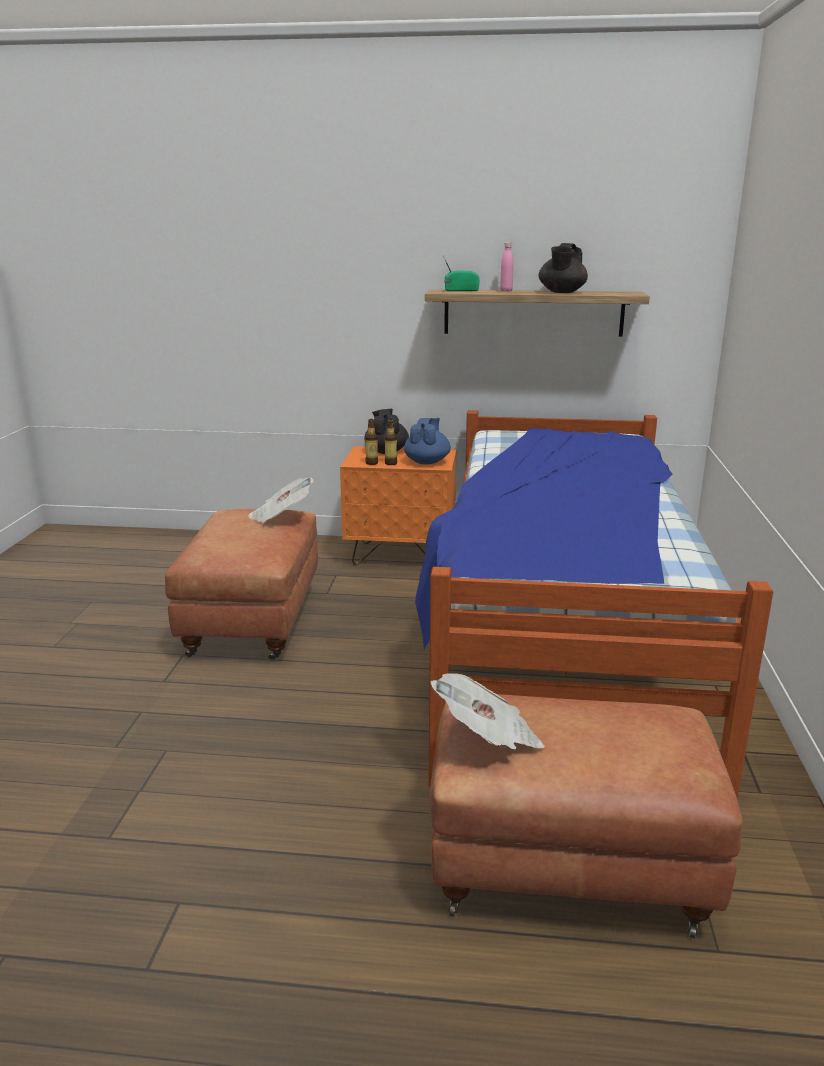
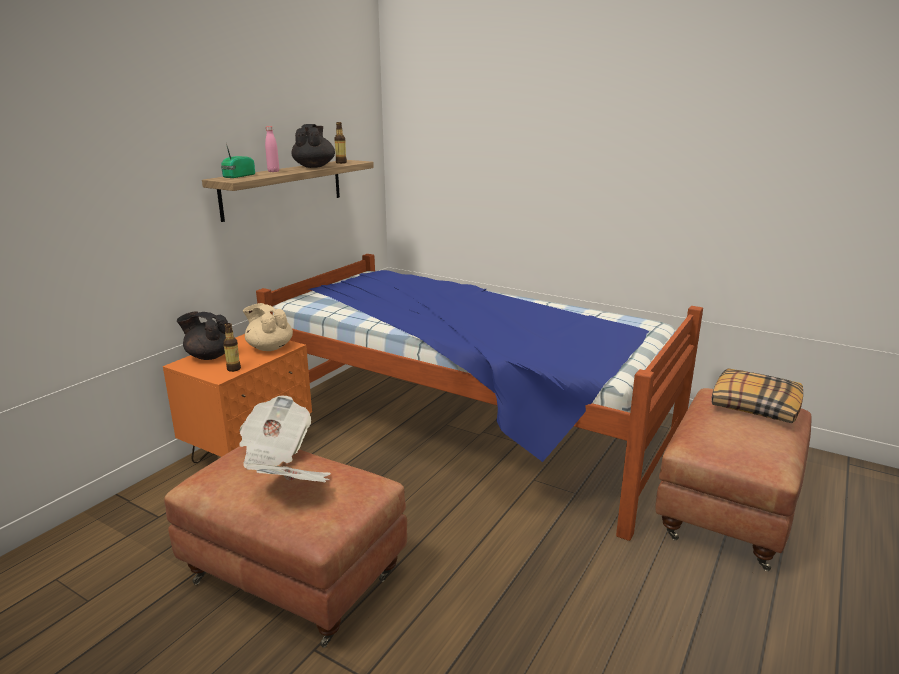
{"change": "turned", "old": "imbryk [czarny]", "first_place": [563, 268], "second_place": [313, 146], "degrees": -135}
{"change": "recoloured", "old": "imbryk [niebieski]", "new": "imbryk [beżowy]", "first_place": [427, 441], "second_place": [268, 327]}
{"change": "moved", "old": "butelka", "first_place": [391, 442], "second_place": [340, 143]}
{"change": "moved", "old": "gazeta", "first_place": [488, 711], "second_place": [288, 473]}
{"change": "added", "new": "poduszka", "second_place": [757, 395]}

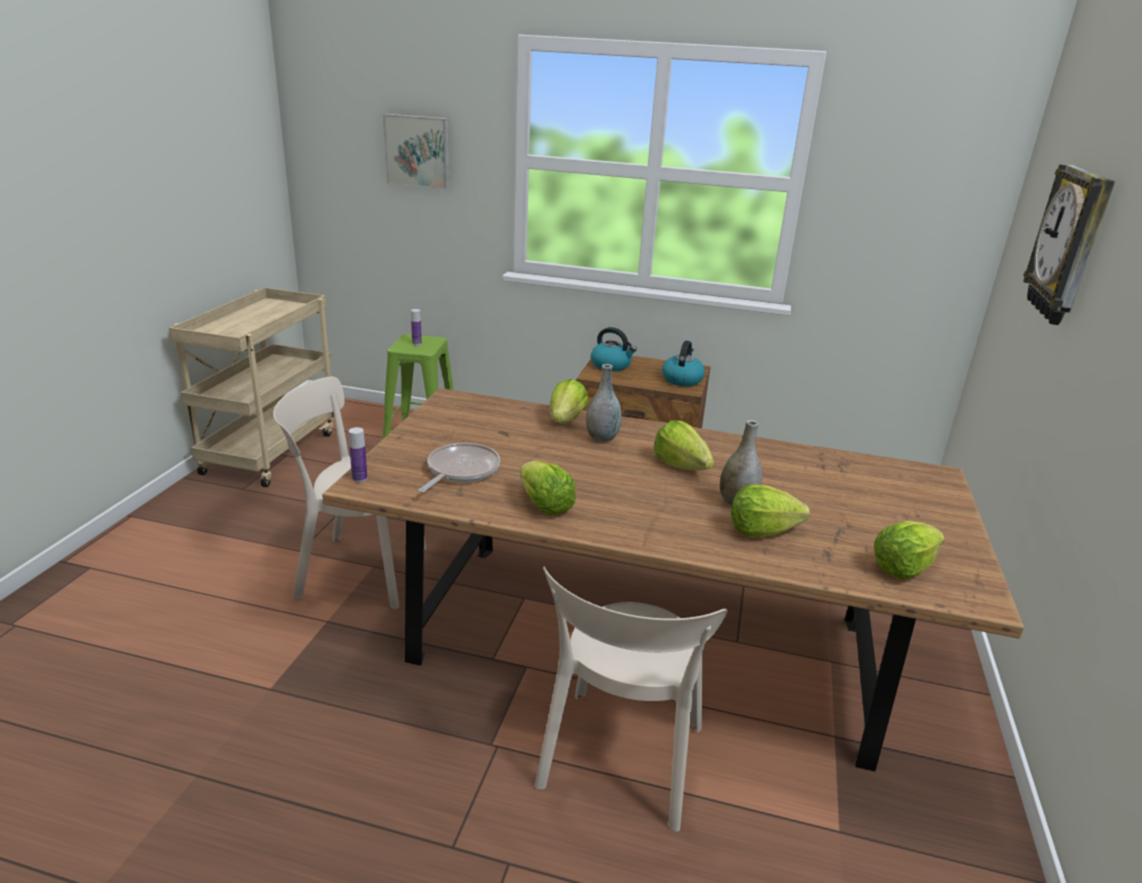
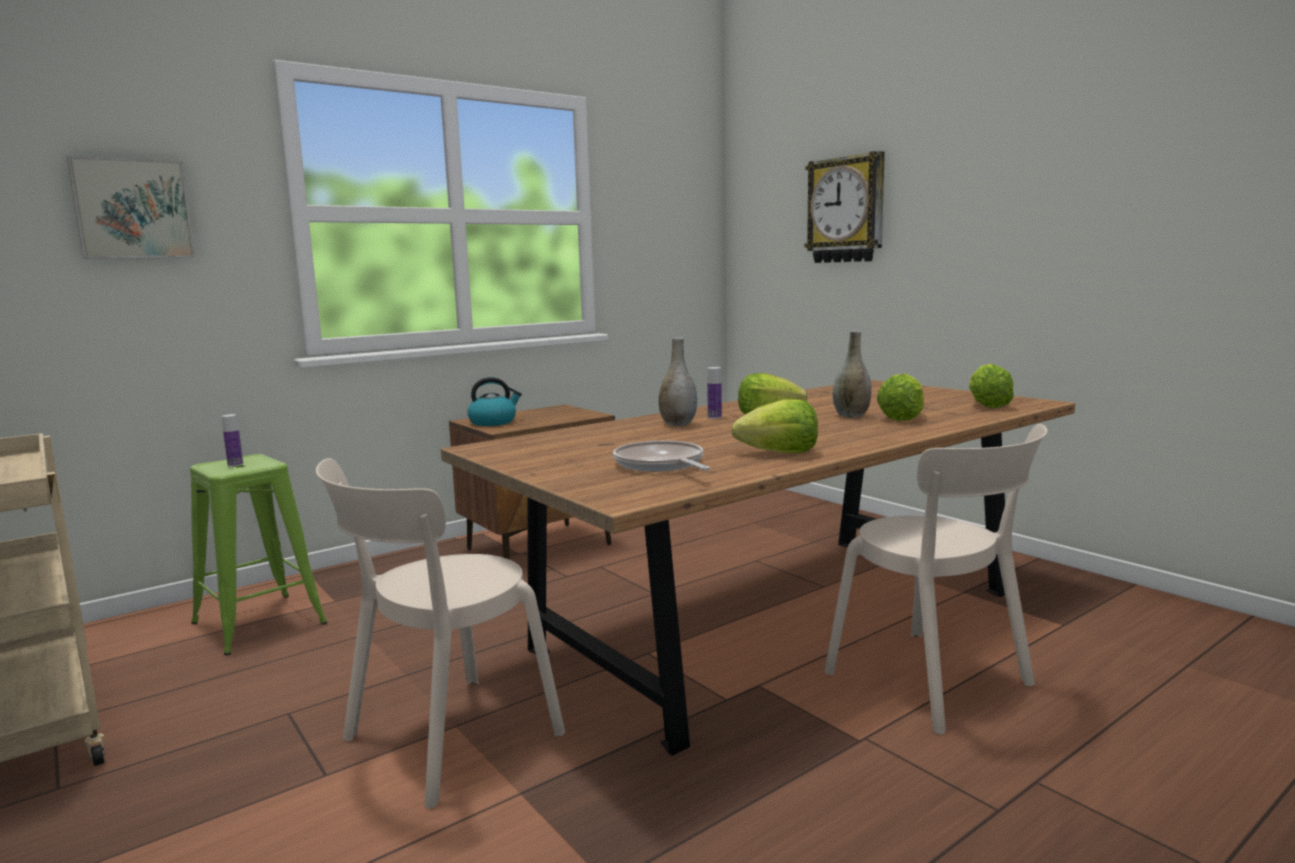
{"change": "removed", "old": "czajnik", "first_place": [683, 363]}
{"change": "removed", "old": "sałata", "first_place": [569, 401]}
{"change": "moved", "old": "butelka", "first_place": [358, 454], "second_place": [714, 393]}

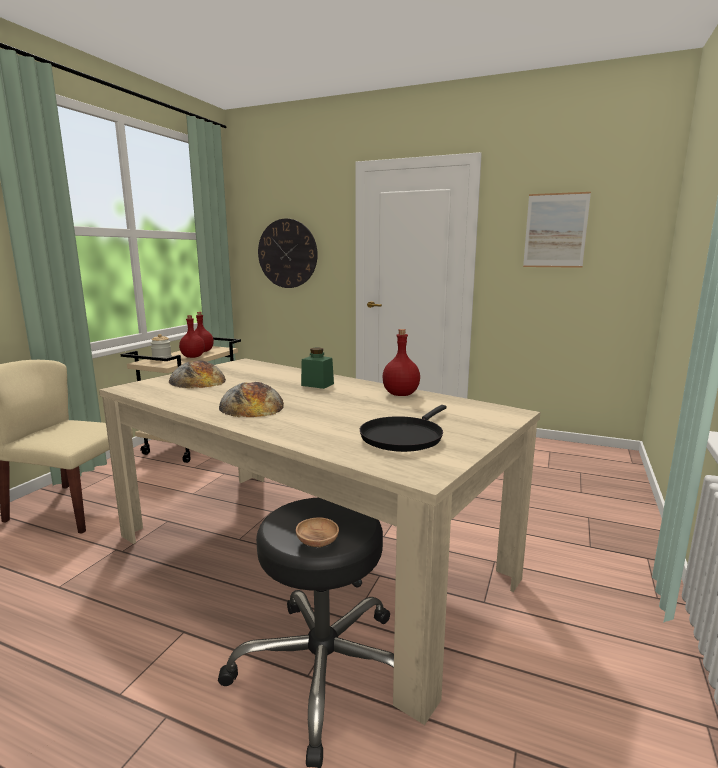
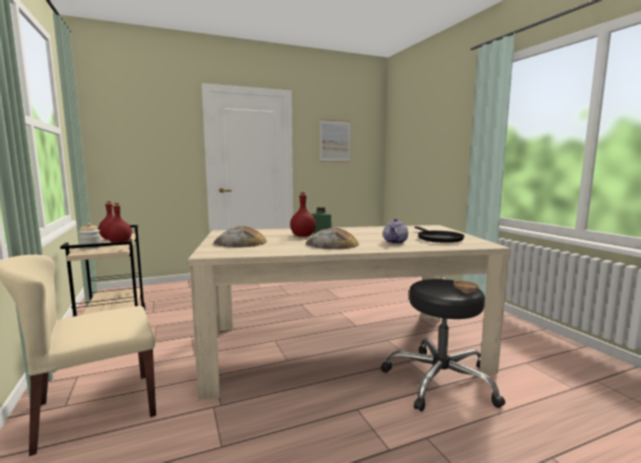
{"change": "removed", "old": "zegar ścienny", "first_place": [288, 253]}
{"change": "moved", "old": "butelka [czerwony]", "first_place": [401, 362], "second_place": [303, 214]}
{"change": "added", "new": "imbryk", "second_place": [395, 231]}

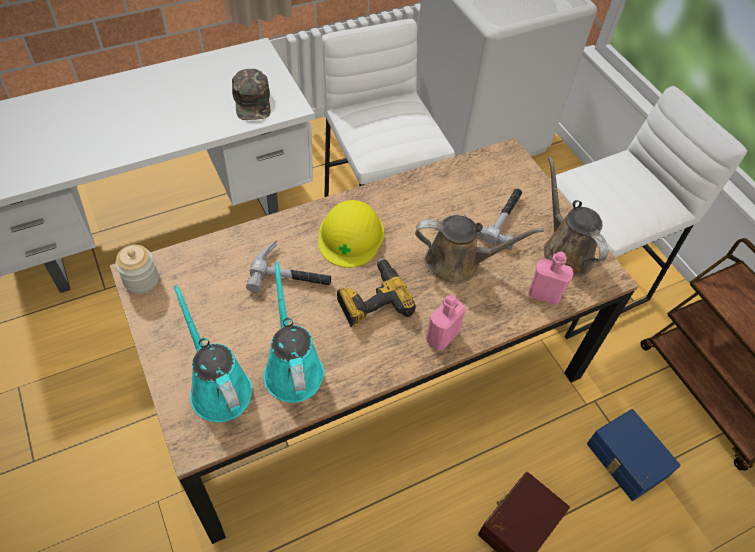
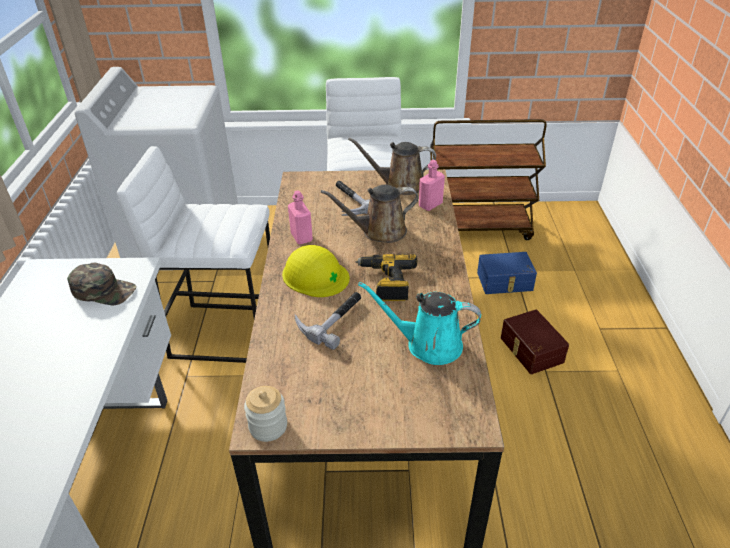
{"change": "turned", "old": "konewka [brązowy]", "first_place": [479, 249], "second_place": [369, 214], "degrees": -135}
{"change": "removed", "old": "konewka [turkusowy]", "first_place": [212, 353]}
{"change": "moved", "old": "butelka [różowy]", "first_place": [445, 323], "second_place": [300, 217]}

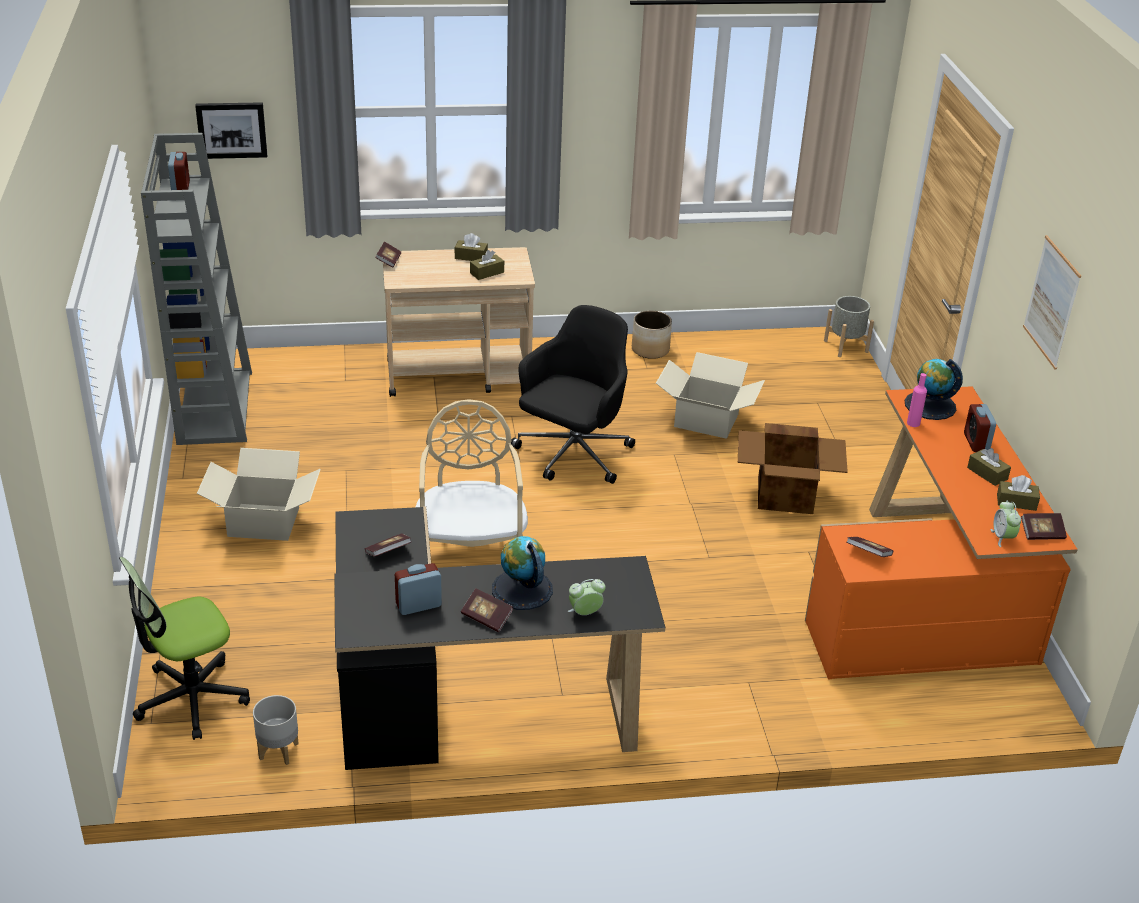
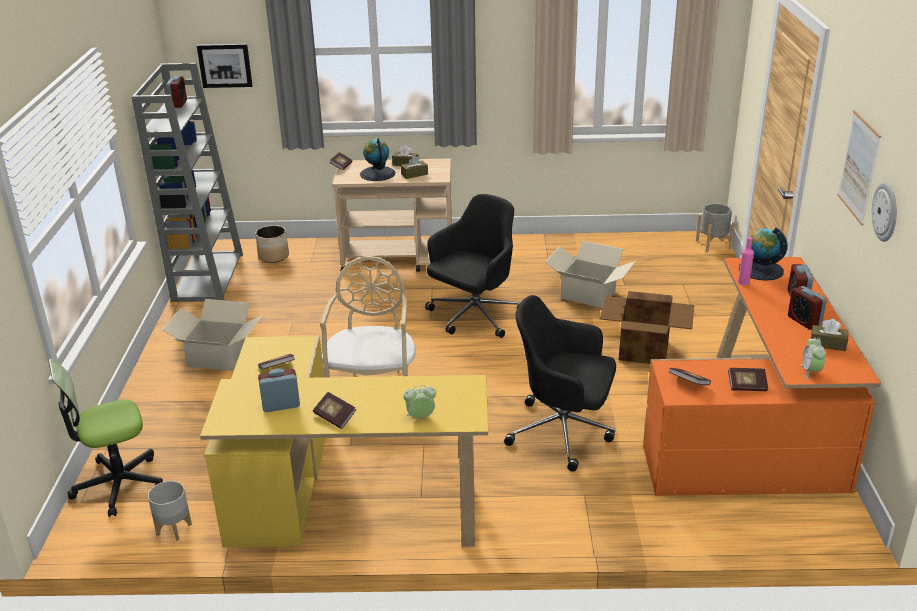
{"change": "moved", "old": "donica", "first_place": [652, 335], "second_place": [272, 244]}
{"change": "replaced", "old": "pudełko chusteczek [brązowy]", "new": "budzik", "first_place": [989, 467], "second_place": [807, 308]}
{"change": "recoloured", "old": "biurko [czarny]", "new": "biurko [żółty]", "first_place": [500, 638], "second_place": [344, 441]}
{"change": "moved", "old": "książka", "first_place": [1044, 526], "second_place": [748, 379]}
{"change": "moved", "old": "globus", "first_place": [522, 573], "second_place": [378, 160]}
{"change": "added", "new": "zegar ścienny", "second_place": [884, 212]}
{"change": "added", "new": "krzesło biurowe [czarny]", "second_place": [560, 383]}

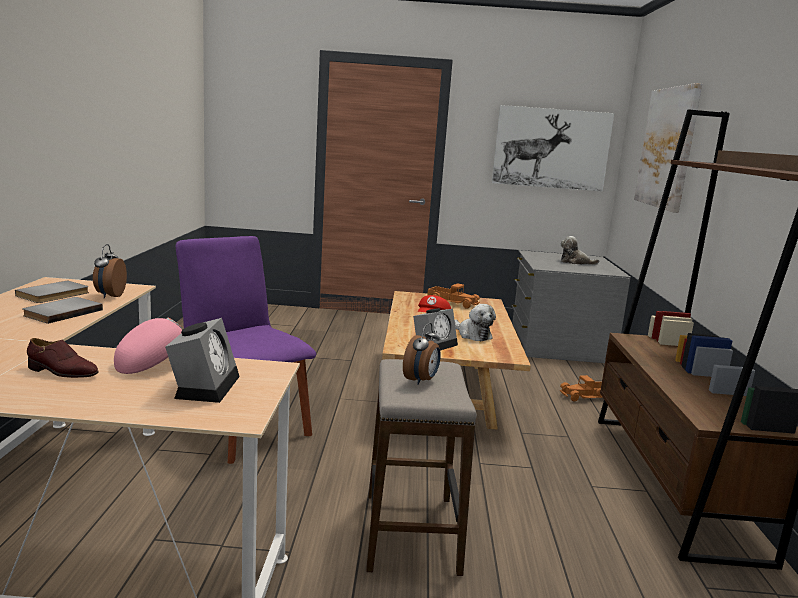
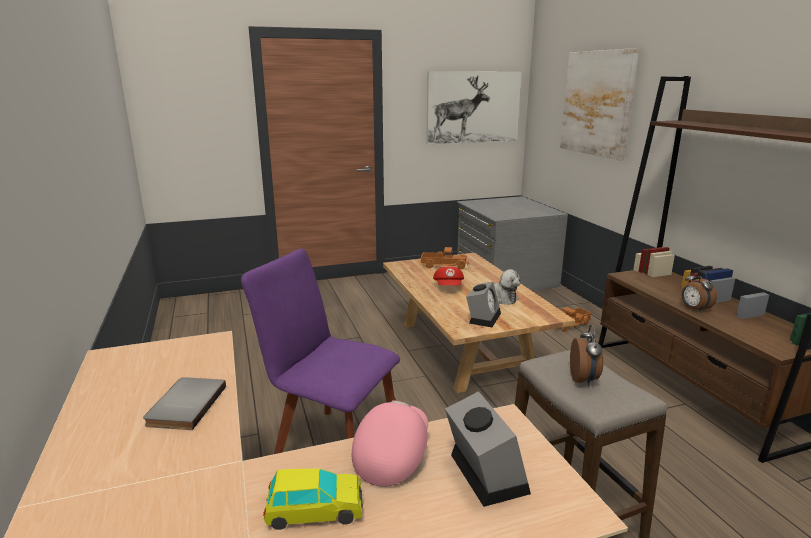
{"change": "removed", "old": "pluszak", "first_place": [579, 250]}
{"change": "moved", "old": "budzik", "first_place": [110, 271], "second_place": [699, 291]}
{"change": "removed", "old": "książka [szary]", "first_place": [52, 292]}
{"change": "replaced", "old": "but [brązowy]", "new": "samochodzik", "first_place": [62, 358], "second_place": [313, 499]}

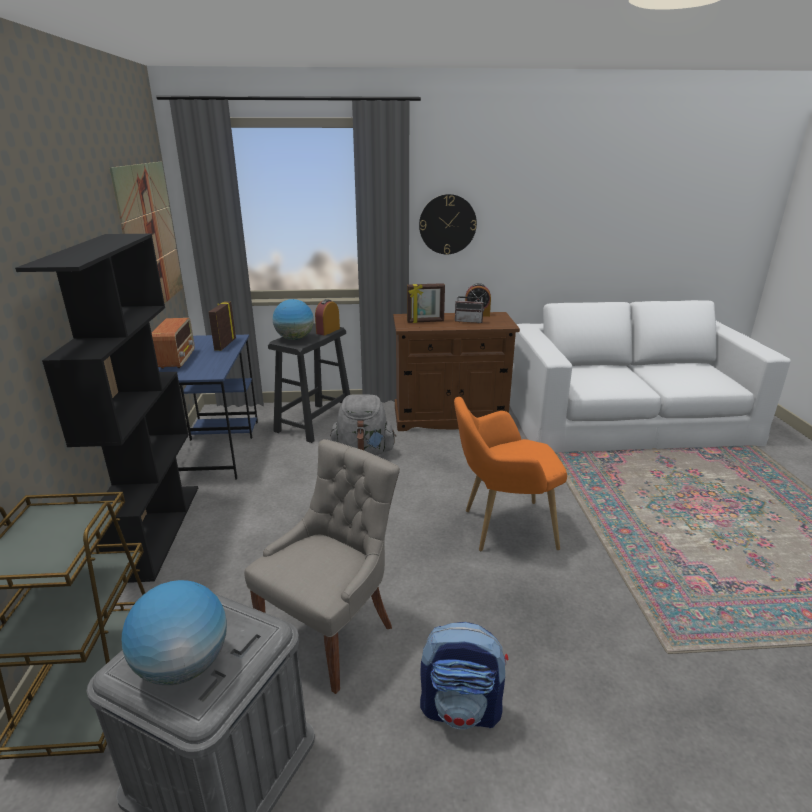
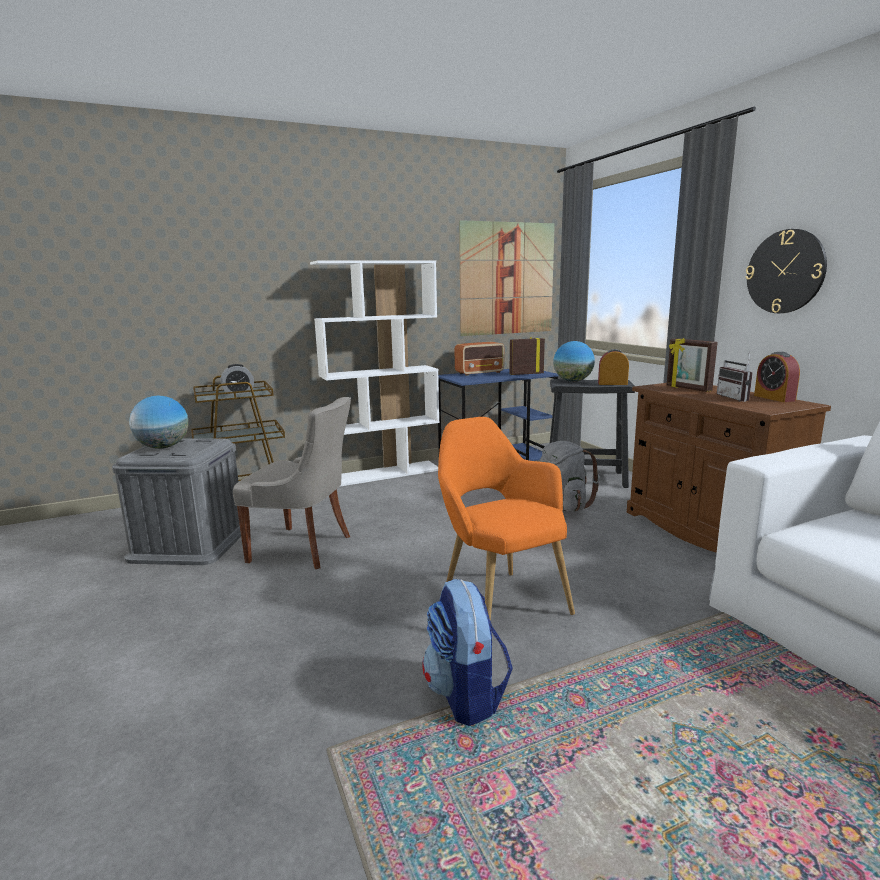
{"change": "recoloured", "old": "regał [czarny]", "new": "regał [biały]", "first_place": [106, 408], "second_place": [374, 373]}
{"change": "moved", "old": "plecak", "first_place": [464, 675], "second_place": [467, 652]}
{"change": "added", "new": "budzik", "second_place": [237, 379]}

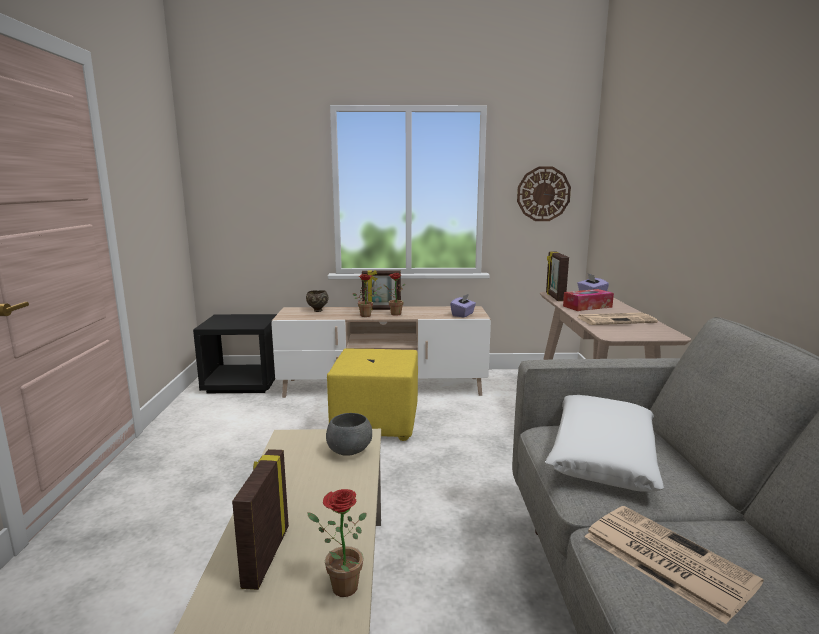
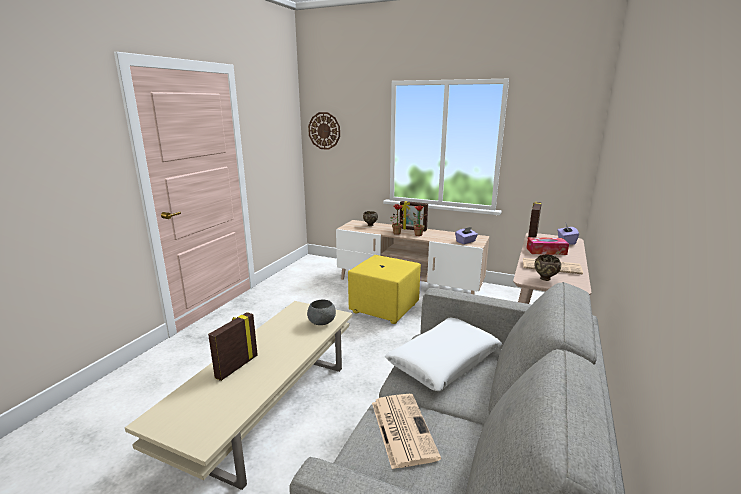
{"change": "moved", "old": "zegar ścienny", "first_place": [544, 194], "second_place": [324, 131]}
{"change": "removed", "old": "szafka nocna [czarny]", "first_place": [235, 353]}
{"change": "removed", "old": "roślina doniczkowa", "first_place": [336, 543]}
{"change": "added", "new": "miska [brązowy]", "second_place": [548, 267]}

